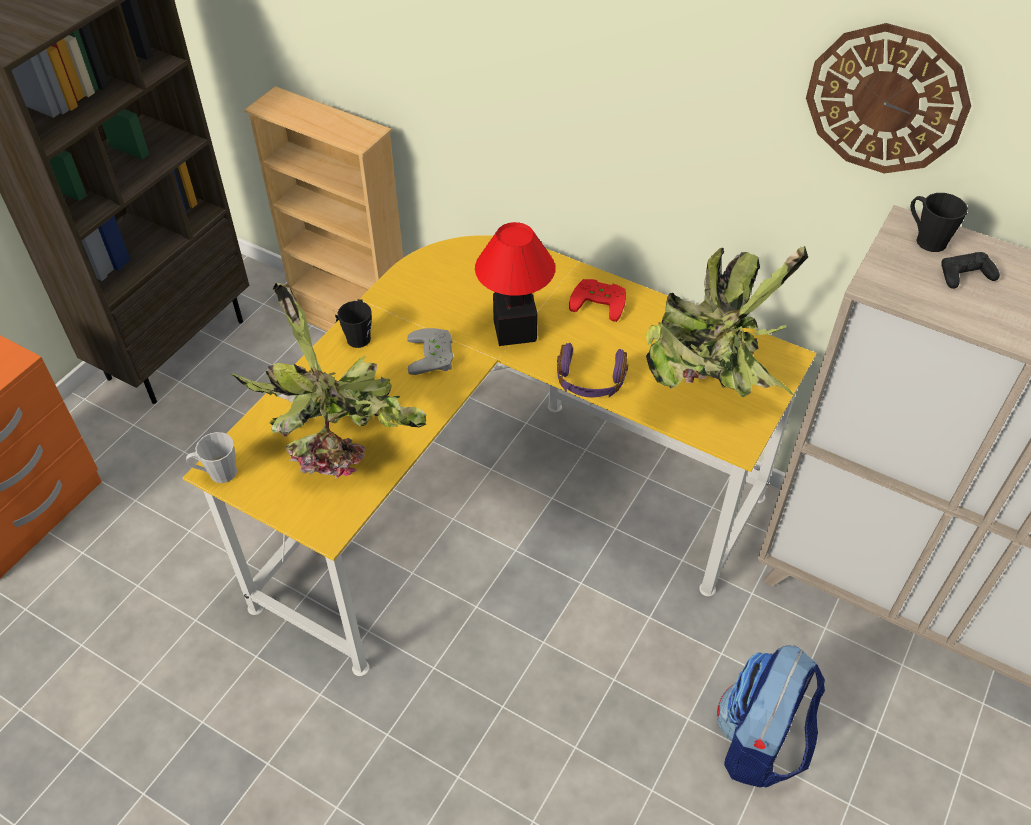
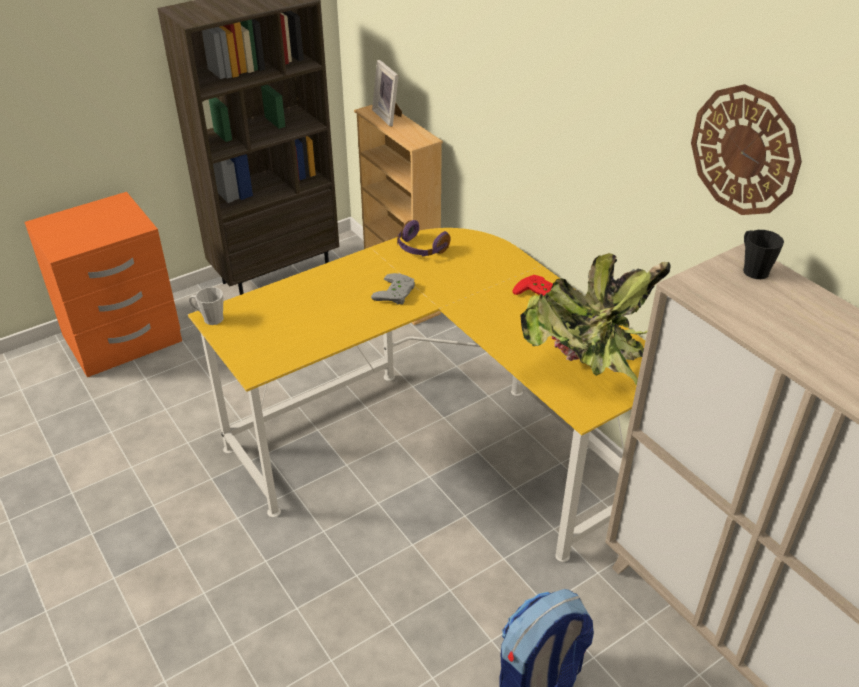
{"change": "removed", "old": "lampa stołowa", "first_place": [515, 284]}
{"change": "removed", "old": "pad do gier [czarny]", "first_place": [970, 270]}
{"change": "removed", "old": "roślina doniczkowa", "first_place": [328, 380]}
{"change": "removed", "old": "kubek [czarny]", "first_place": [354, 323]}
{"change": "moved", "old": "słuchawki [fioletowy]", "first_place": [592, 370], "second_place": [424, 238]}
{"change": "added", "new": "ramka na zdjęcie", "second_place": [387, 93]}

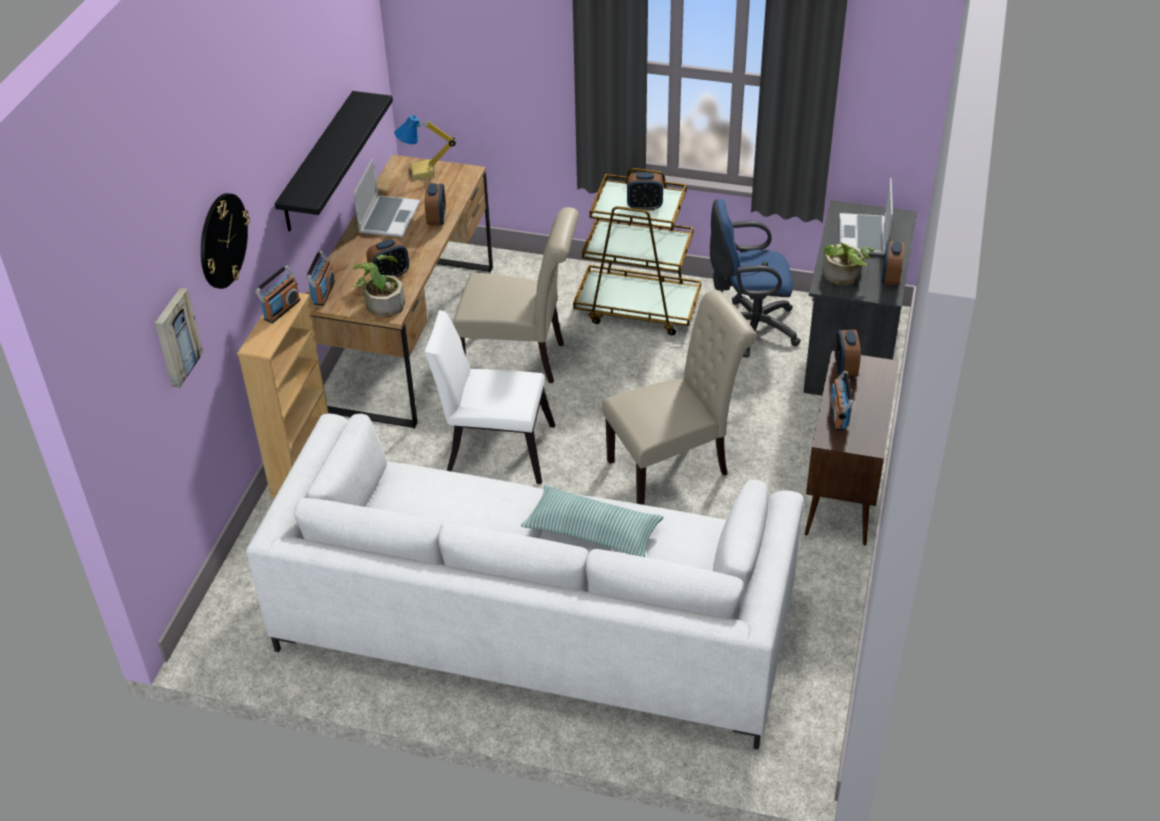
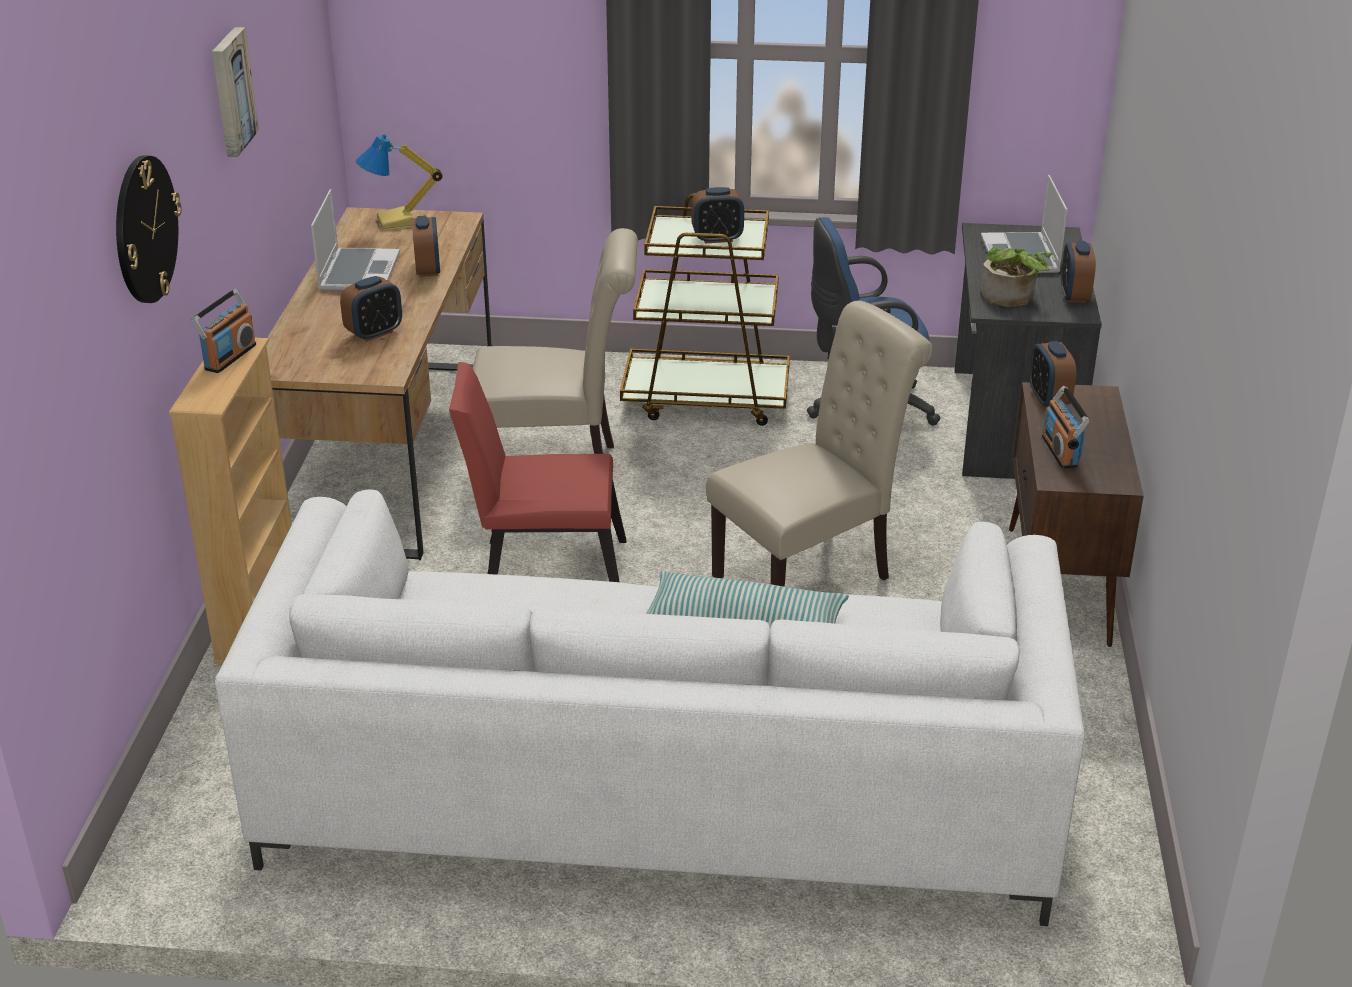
{"change": "removed", "old": "półka [czarny]", "first_place": [334, 161]}
{"change": "removed", "old": "radio", "first_place": [320, 278]}
{"change": "removed", "old": "roślina doniczkowa", "first_place": [379, 286]}
{"change": "moved", "old": "obraz", "first_place": [179, 338], "second_place": [235, 92]}
{"change": "recoloured", "old": "krzesło [biały]", "new": "krzesło [czerwony]", "first_place": [490, 397], "second_place": [537, 472]}

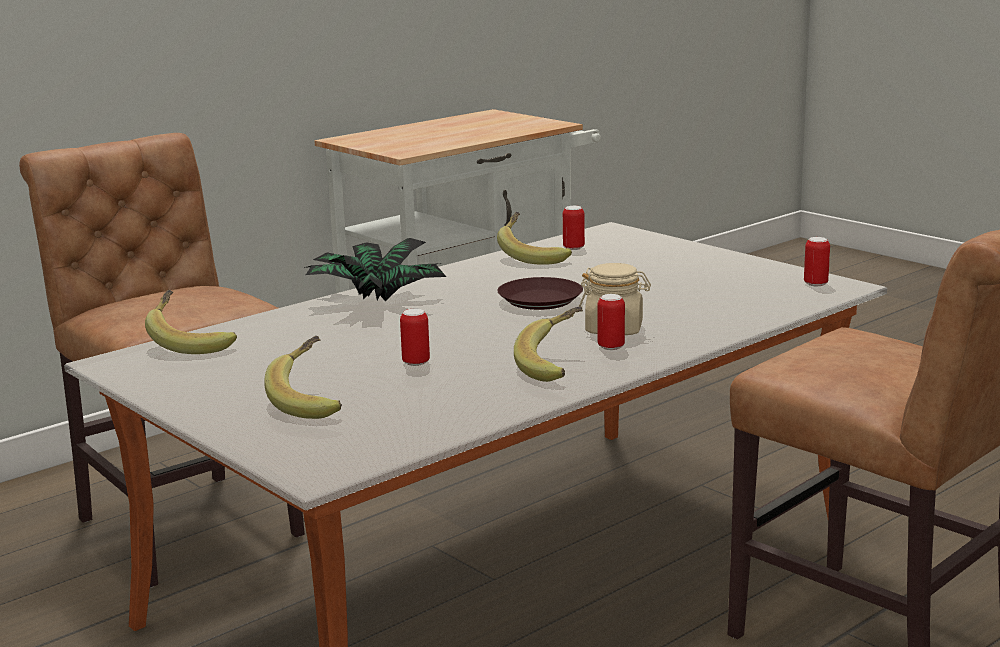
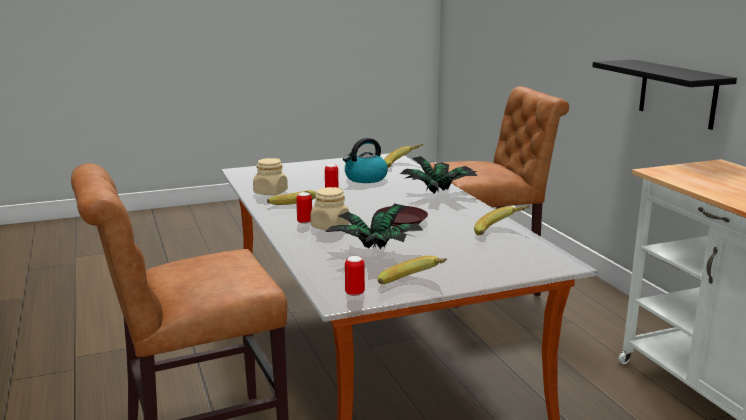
{"change": "removed", "old": "puszka", "first_place": [574, 228]}
{"change": "moved", "old": "banan", "first_place": [303, 377], "second_place": [412, 269]}
{"change": "added", "new": "półka [czarny]", "second_place": [664, 94]}
{"change": "added", "new": "czajnik", "second_place": [365, 160]}
{"change": "added", "new": "słoik [beżowy]", "second_place": [270, 176]}
{"change": "added", "new": "roślina doniczkowa", "second_place": [375, 226]}

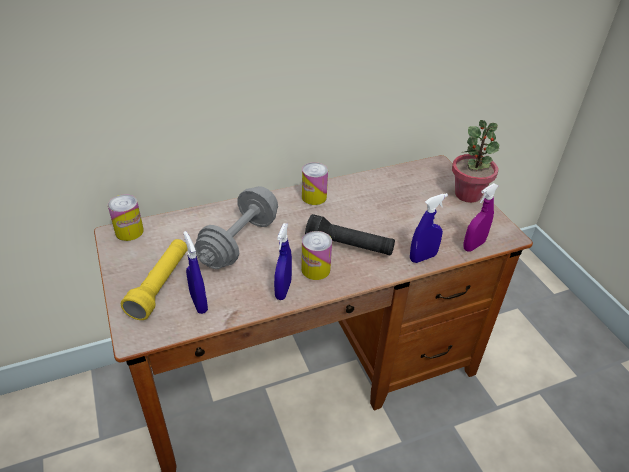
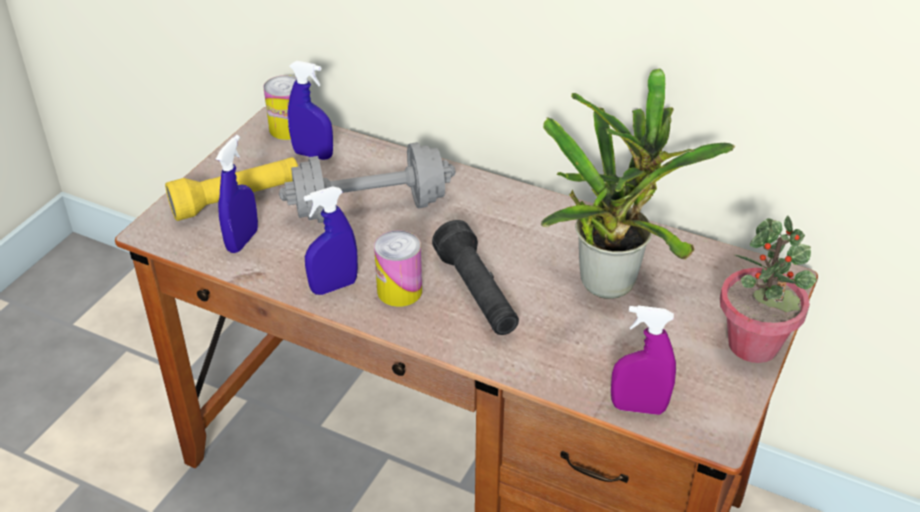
{"change": "removed", "old": "puszka", "first_place": [315, 183]}
{"change": "moved", "old": "spryskiwacz [niebieski]", "first_place": [429, 228], "second_place": [310, 110]}
{"change": "added", "new": "roślina doniczkowa", "second_place": [638, 183]}

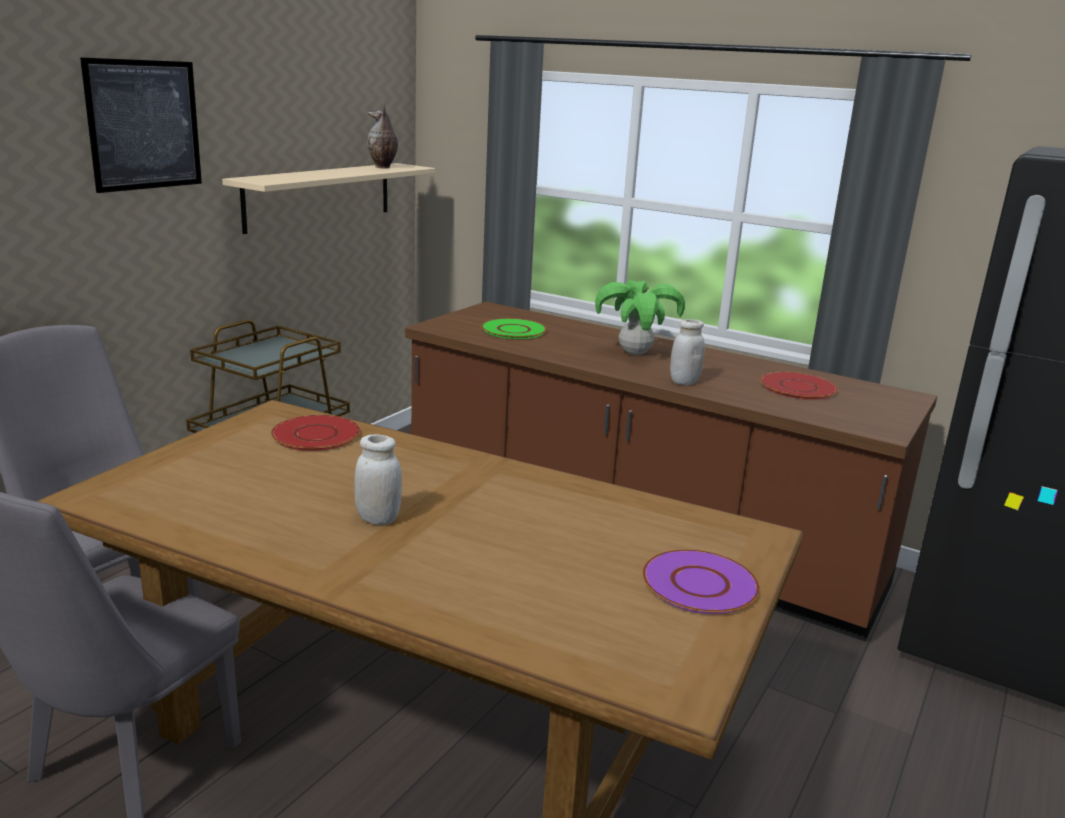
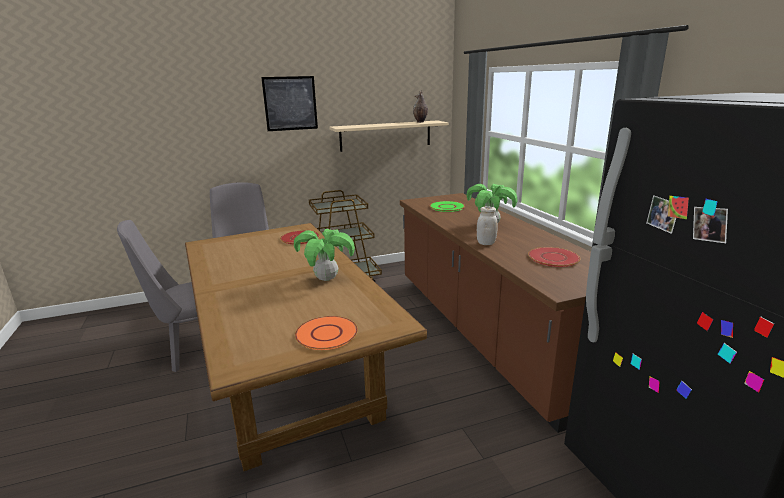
{"change": "removed", "old": "słoik [biały]", "first_place": [378, 479]}
{"change": "recoloured", "old": "talerz [fioletowy]", "new": "talerz [pomarańczowy]", "first_place": [701, 581], "second_place": [326, 333]}
{"change": "added", "new": "roślina doniczkowa", "second_place": [324, 255]}

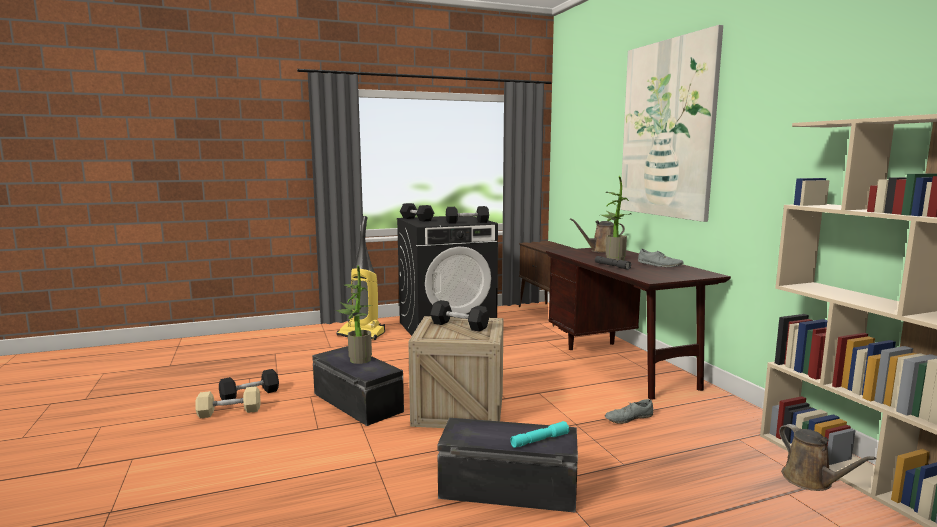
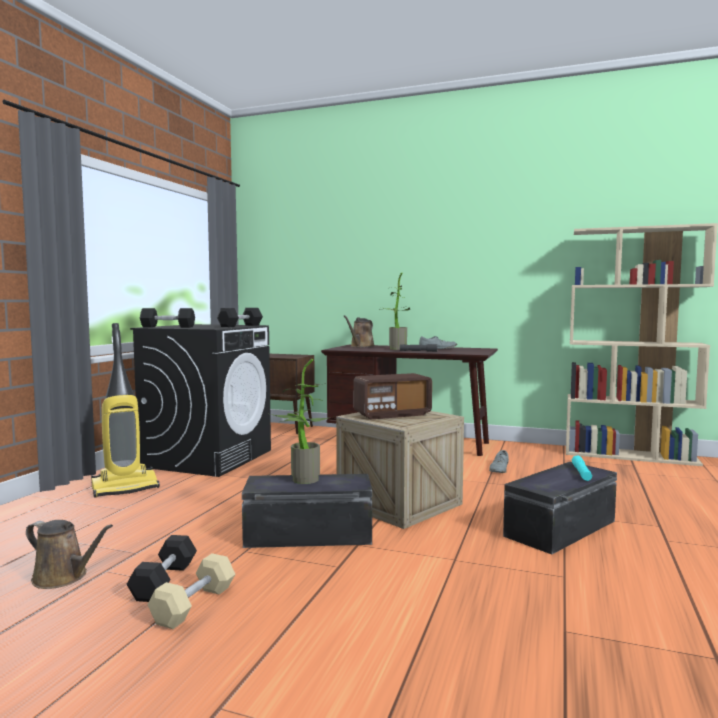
{"change": "removed", "old": "obraz", "first_place": [671, 123]}
{"change": "replaced", "old": "hantel [czarny]", "new": "radio", "first_place": [459, 316], "second_place": [393, 396]}
{"change": "moved", "old": "konewka [brązowy]", "first_place": [828, 457], "second_place": [69, 554]}

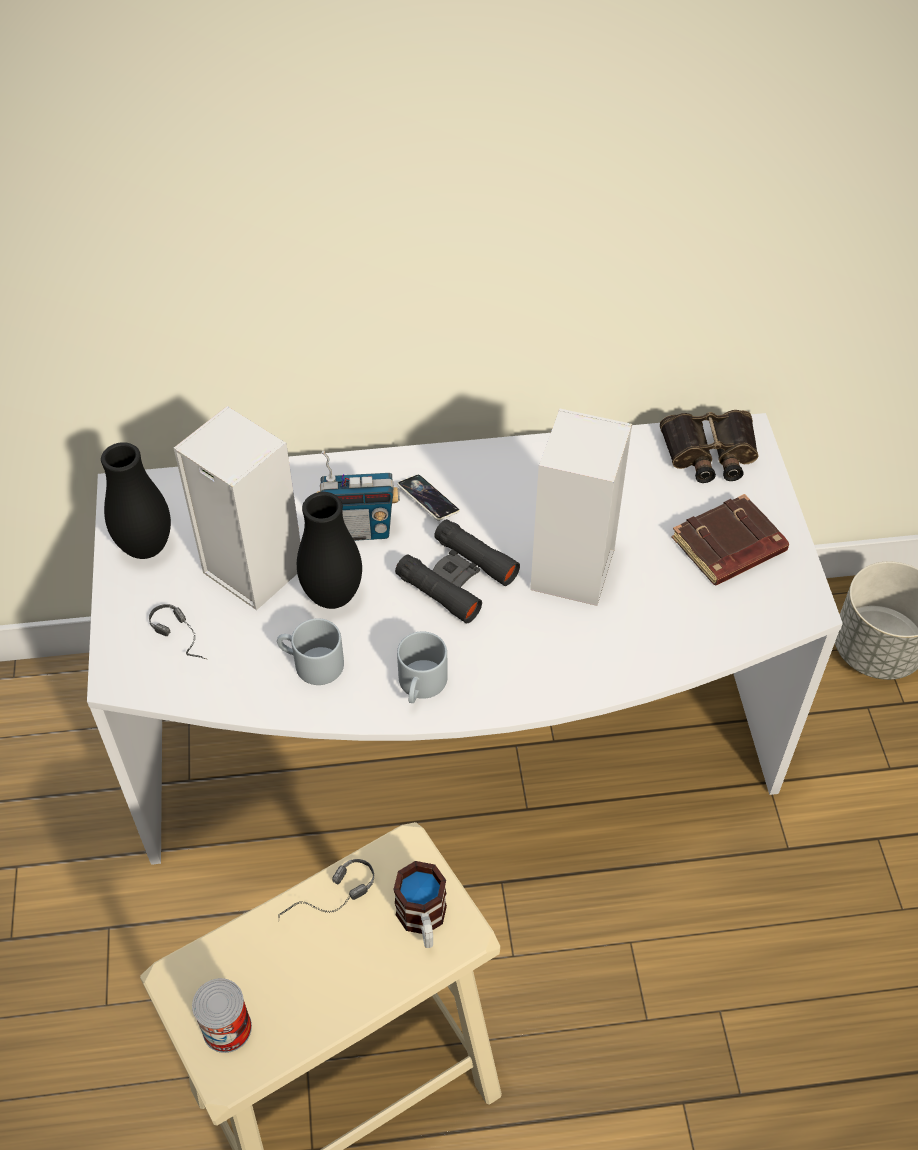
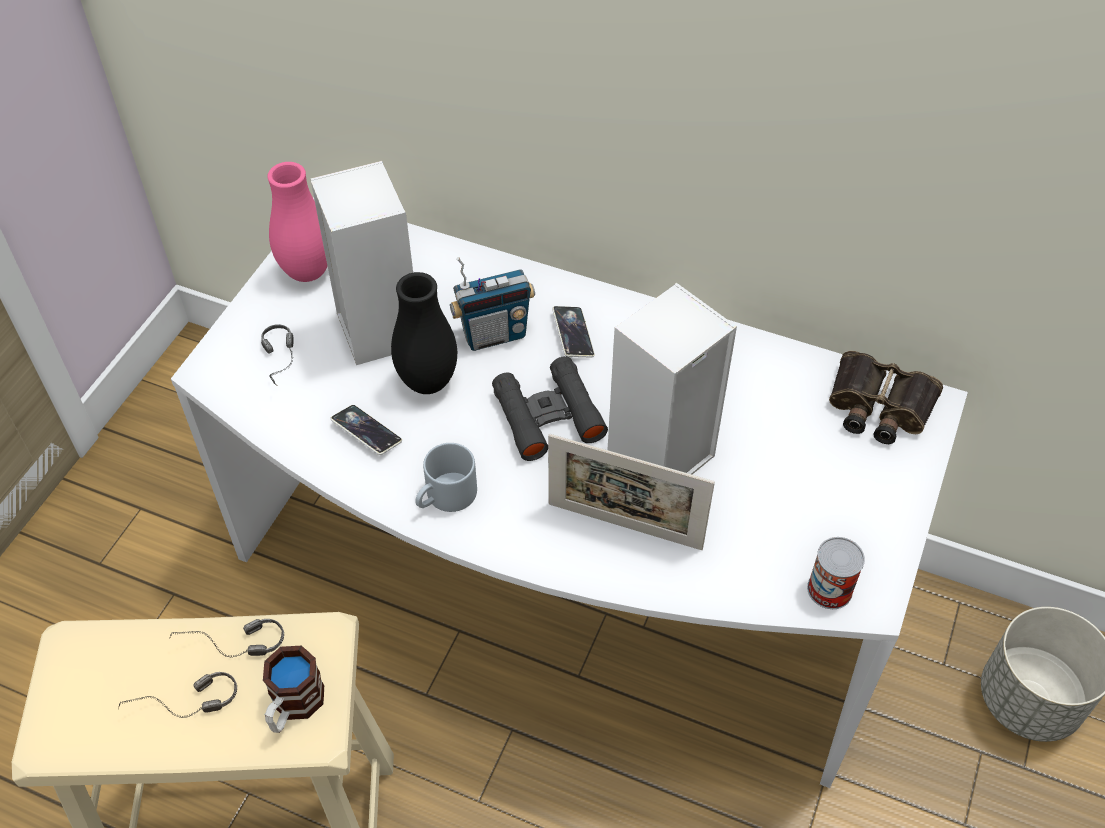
{"change": "recoloured", "old": "wazon [czarny]", "new": "wazon [różowy]", "first_place": [136, 500], "second_place": [297, 222]}
{"change": "turned", "old": "radio", "first_place": [358, 496], "second_place": [492, 304], "degrees": -45}
{"change": "removed", "old": "książka [brązowy]", "first_place": [730, 539]}
{"change": "replaced", "old": "kubek [szary]", "new": "telefon", "first_place": [310, 651], "second_place": [366, 430]}
{"change": "moved", "old": "puszka", "first_place": [222, 1015], "second_place": [836, 573]}
{"change": "added", "new": "ramka na zdjęcie", "second_place": [631, 492]}
{"change": "added", "new": "słuchawki", "second_place": [177, 695]}

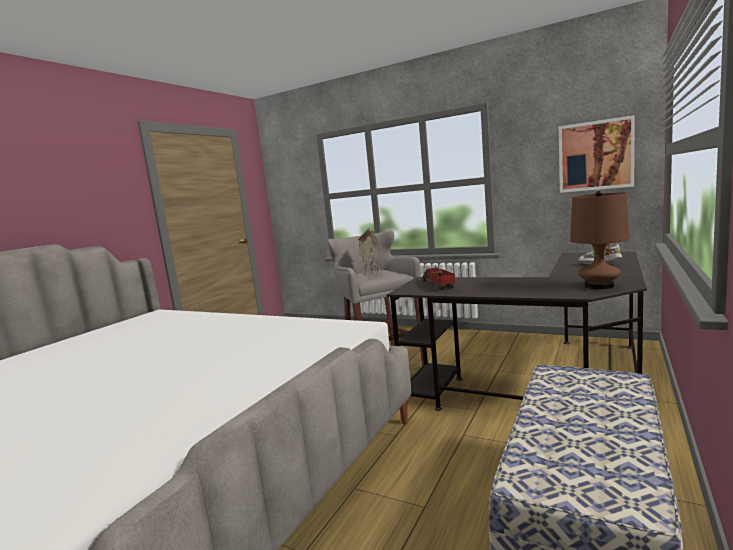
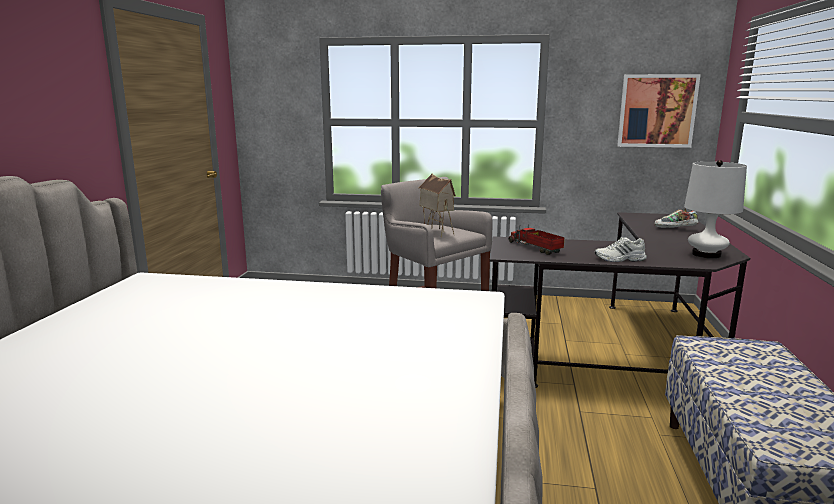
{"change": "recoloured", "old": "lampa stołowa [brązowy]", "new": "lampa stołowa [biały]", "first_place": [599, 240], "second_place": [715, 209]}
{"change": "added", "new": "but [biały]", "second_place": [621, 249]}

